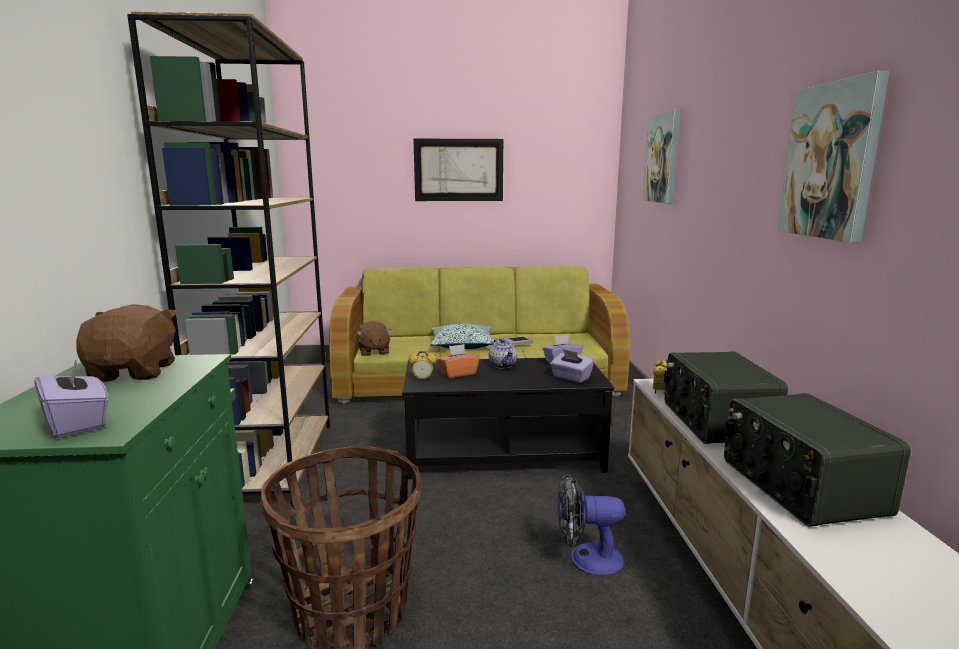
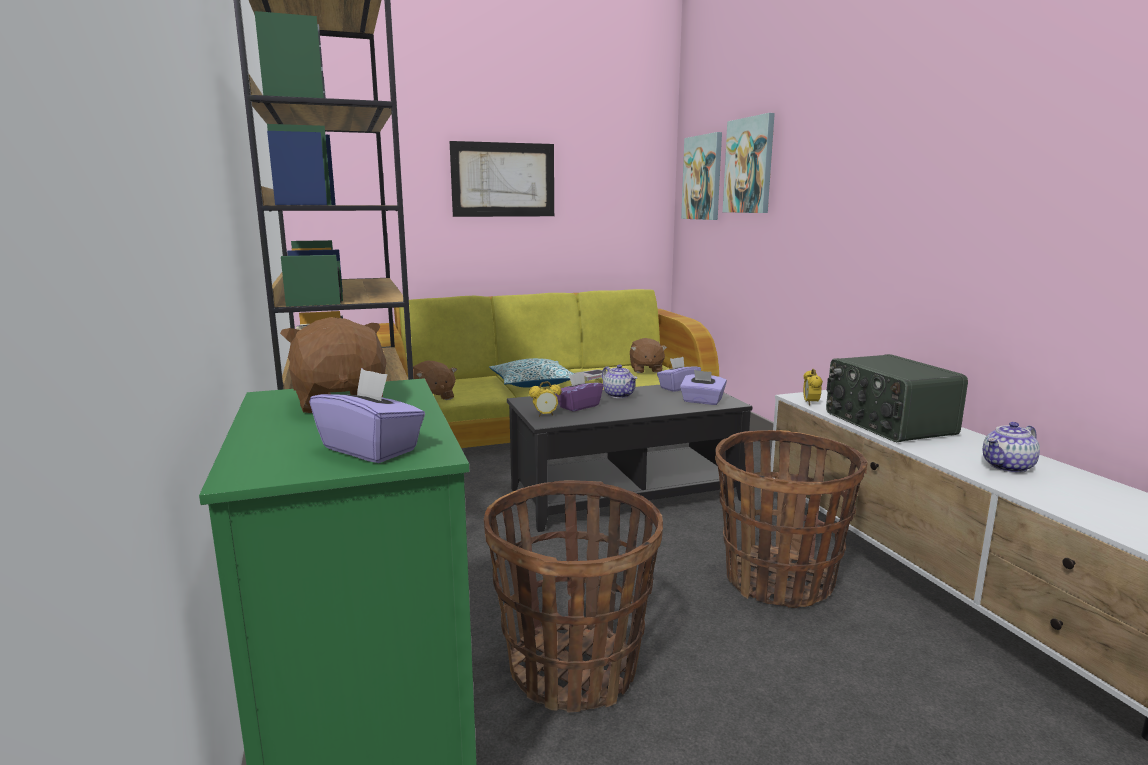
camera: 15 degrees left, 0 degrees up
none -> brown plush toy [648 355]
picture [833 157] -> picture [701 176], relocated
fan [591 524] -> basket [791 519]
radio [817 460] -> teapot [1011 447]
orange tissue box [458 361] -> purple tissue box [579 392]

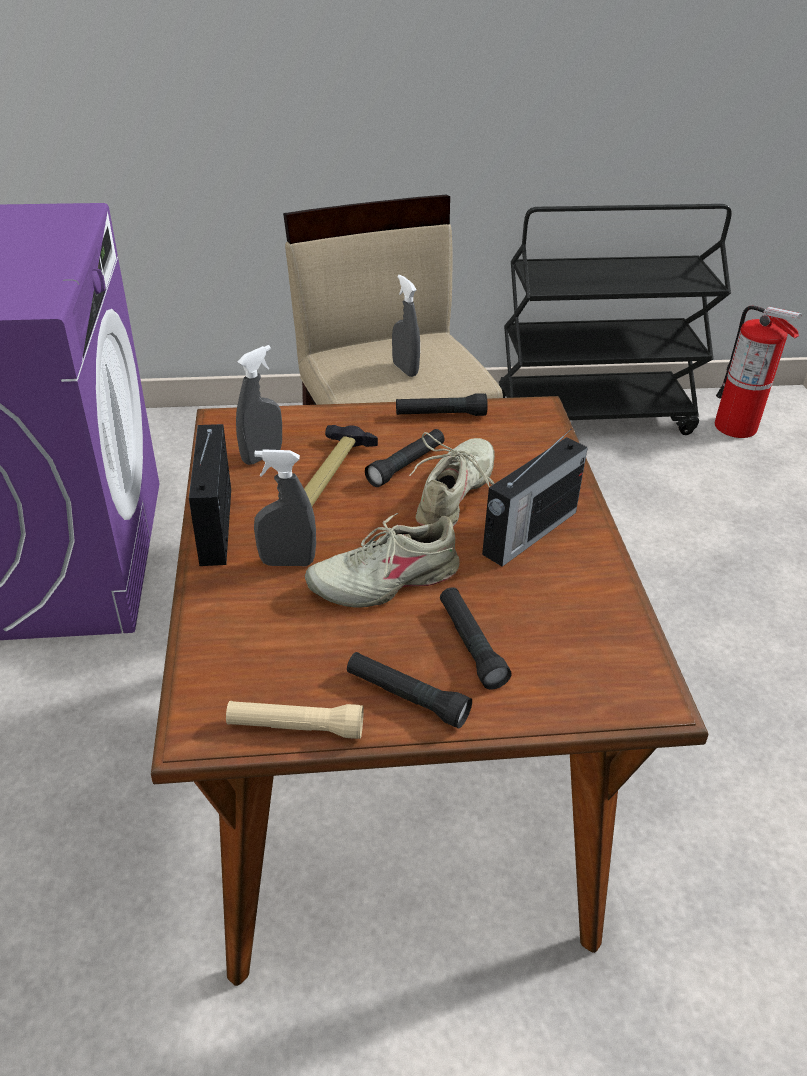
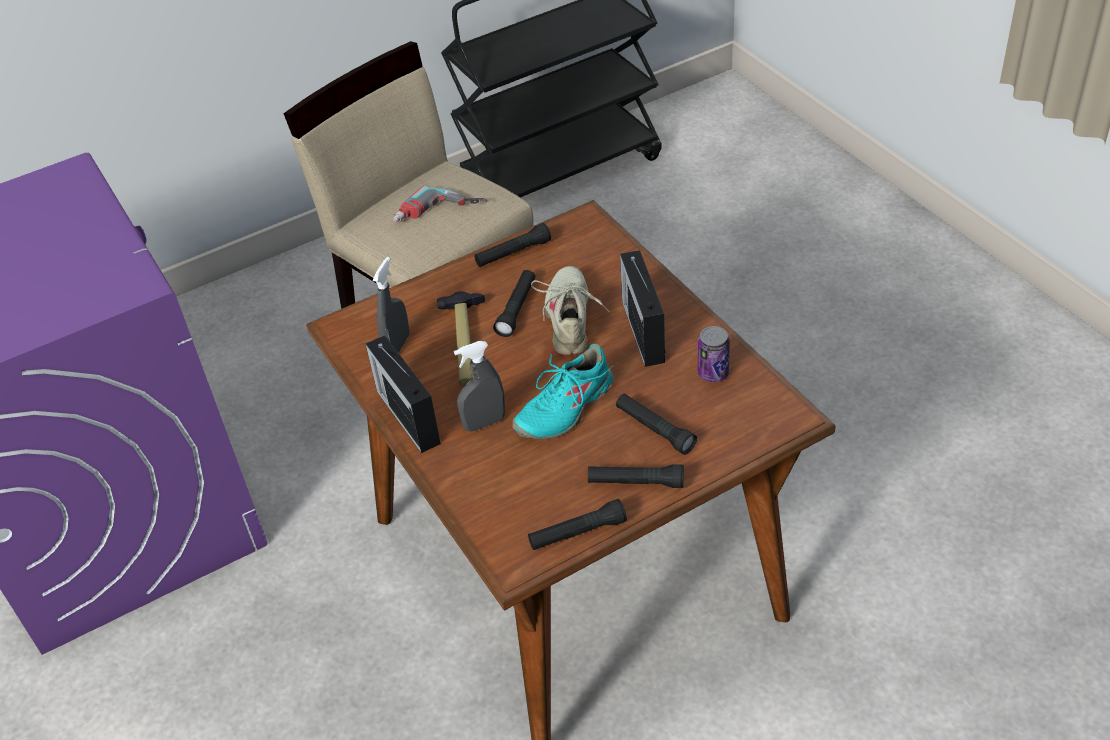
camera: 20 degrees left, 5 degrees up
fire extinguisher [758 372] -> none
none -> can [714 354]
grey spray bottle [406 326] -> power drill [440 203]
beige flashlight [295 720] -> black flashlight [577 524]
beige shoe [382 560] -> turquoise shoe [563 392]
radio [535 498] -> radio [642 308], 150 degrees clockwise

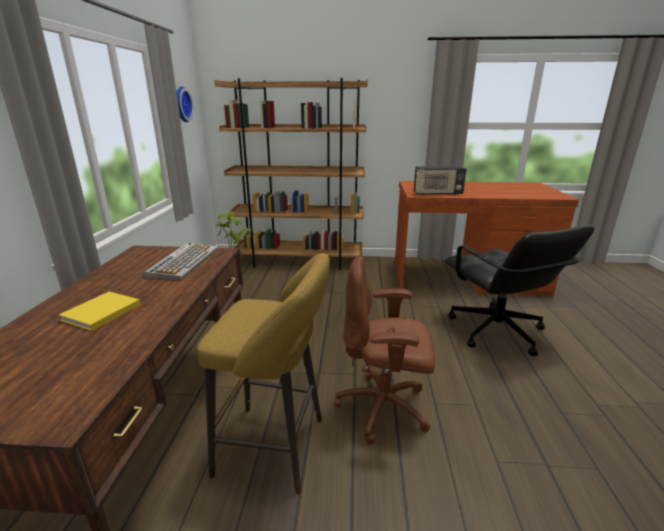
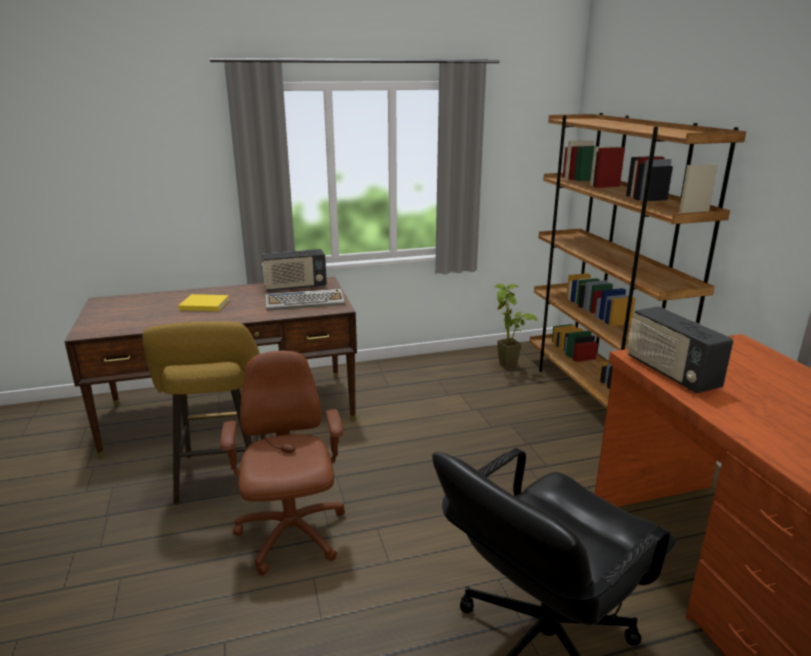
camera: 70 degrees right, 0 degrees up
wall clock [185 104] -> none
none -> radio [294 270]

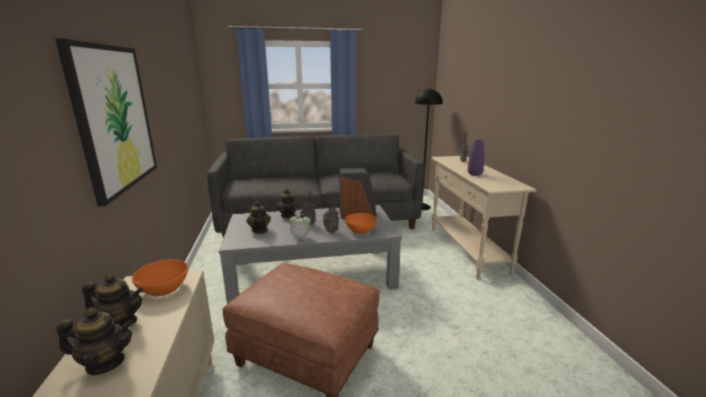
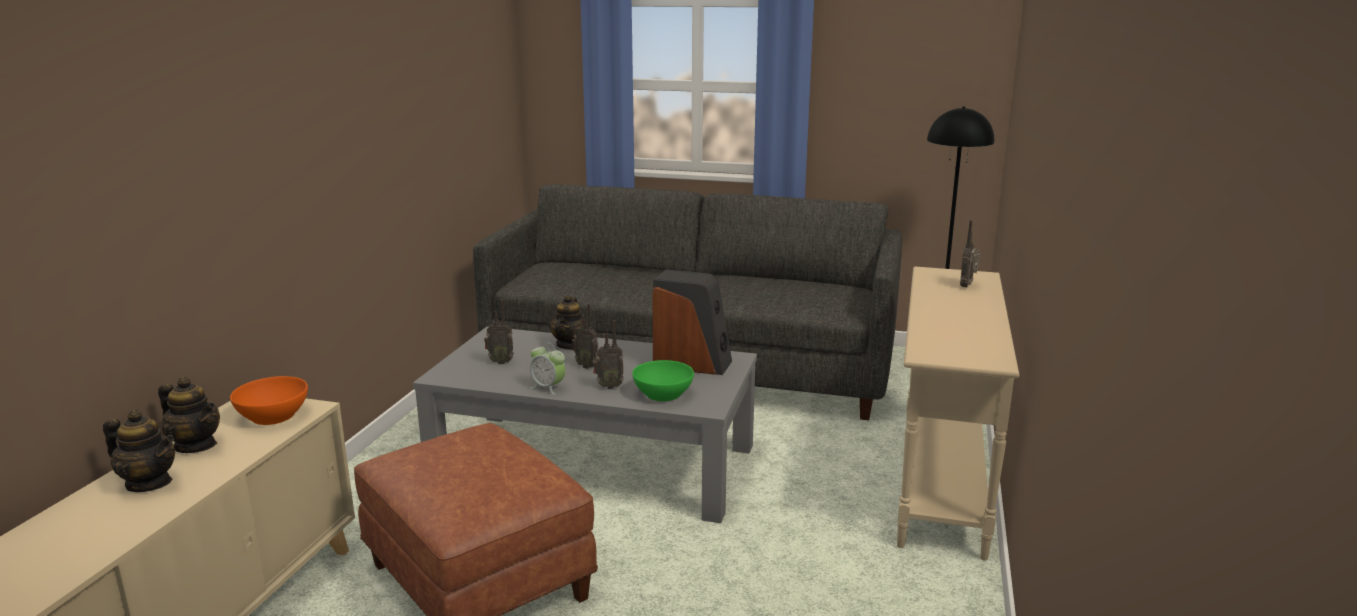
camera: 25 degrees right, 0 degrees up
picture [106 122] -> none
purple vase [476 158] -> none
teapot [258 217] -> radio [499 331]
orange bowl [361 223] -> green bowl [663 380]

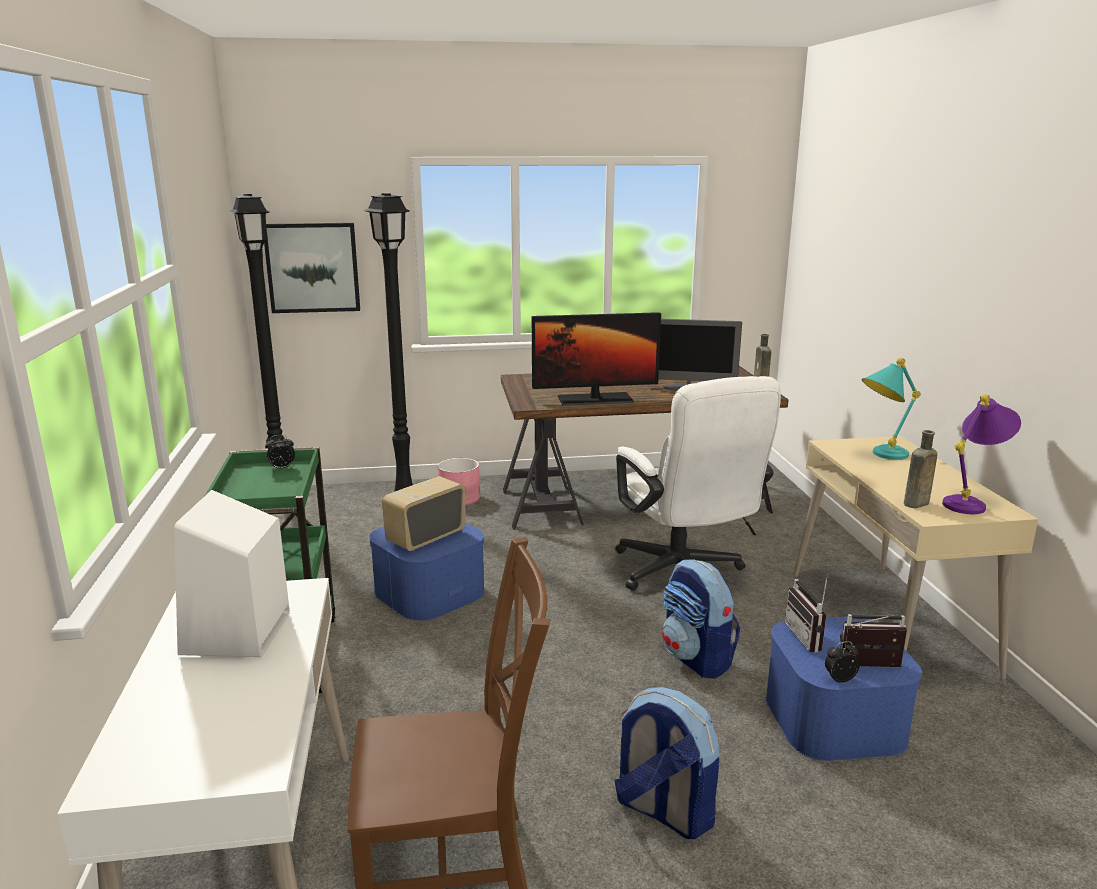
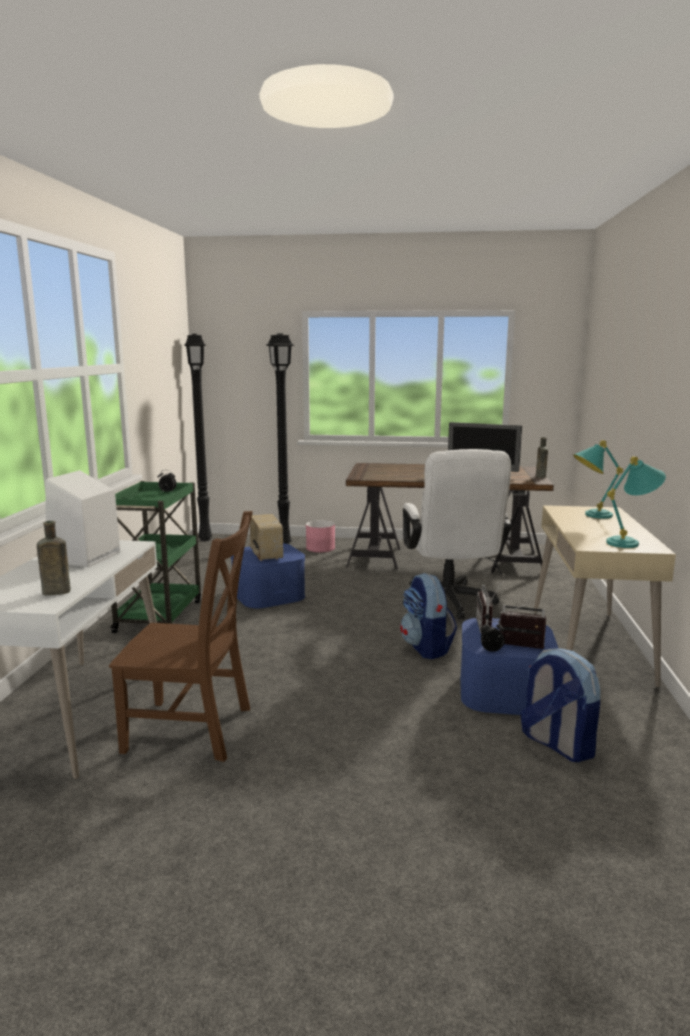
camera: 15 degrees right, 5 degrees down
picture [312 268] -> none
monitor [596 359] -> none
backpack [666 763] -> backpack [560 705], relocated
brown bottle [920 469] -> brown bottle [54 558], relocated
purple table lamp [981 454] -> turquoise table lamp [636 502]
radio [424 513] -> radio [266 537], 75 degrees counterclockwise

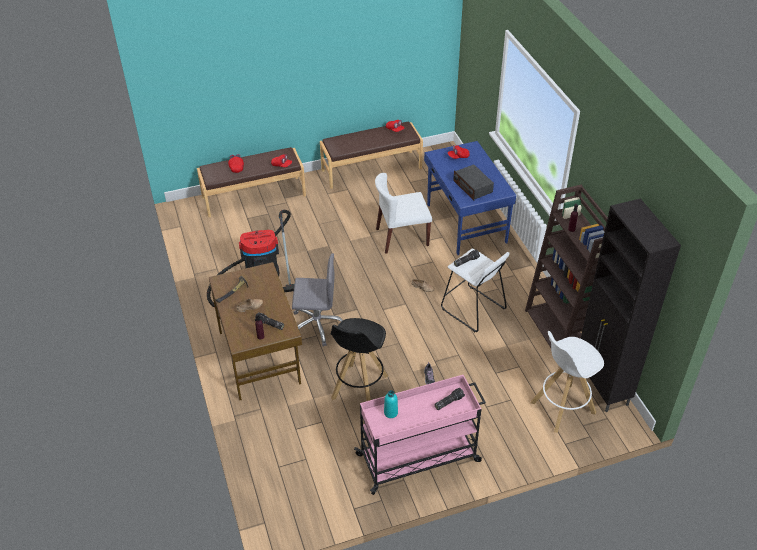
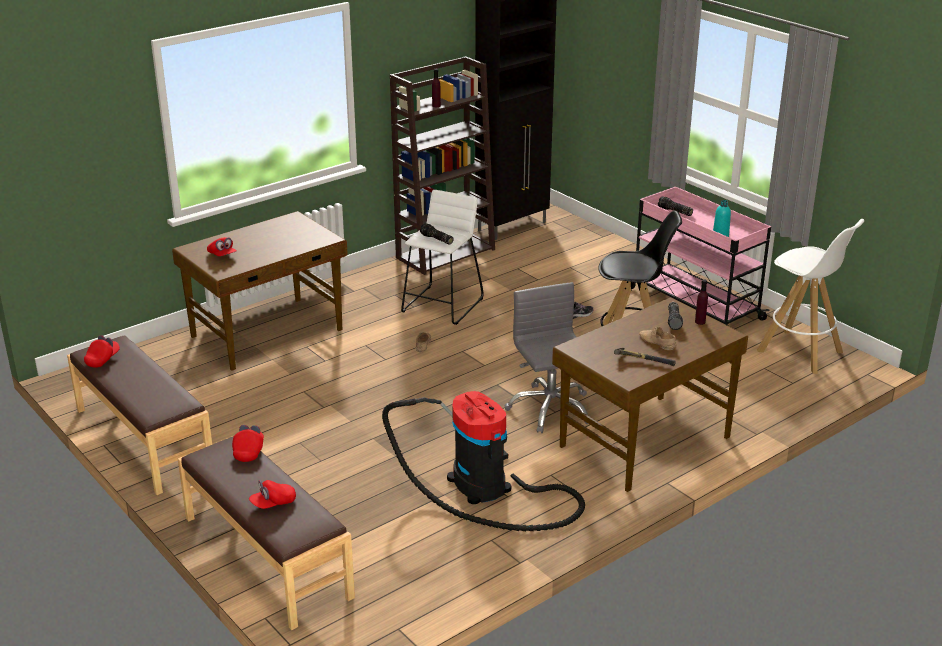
camera: 110 degrees left, 15 degrees down
white chair [403 213] -> none
radio [473 182] -> none
white stool [567 382] -> white stool [810 296], relocated
blue desk [470 198] -> brown desk [260 291]

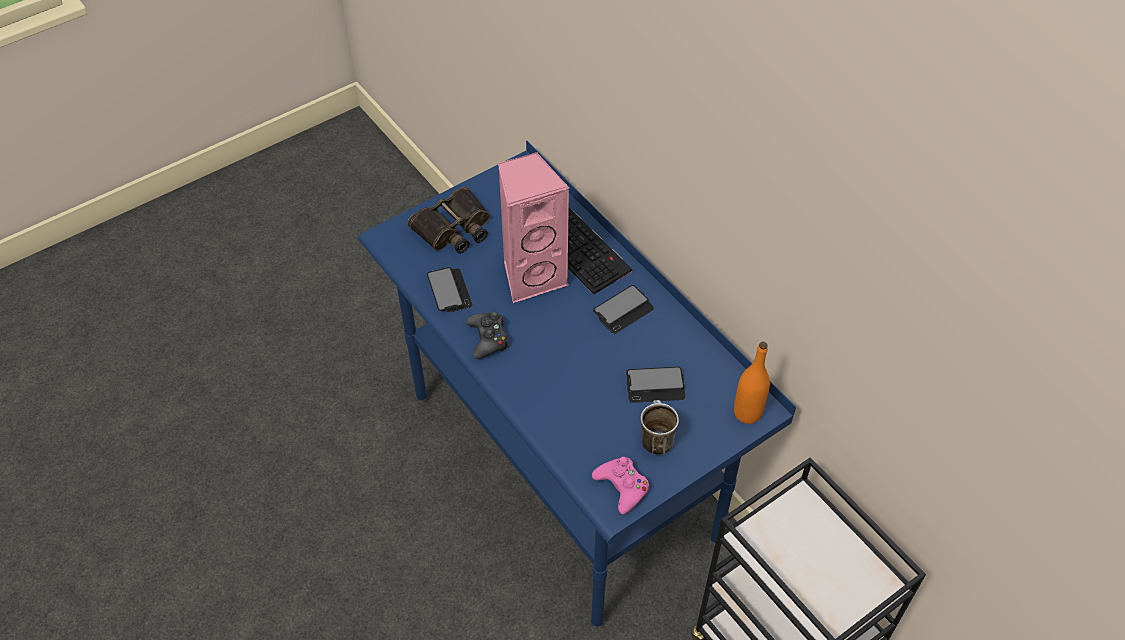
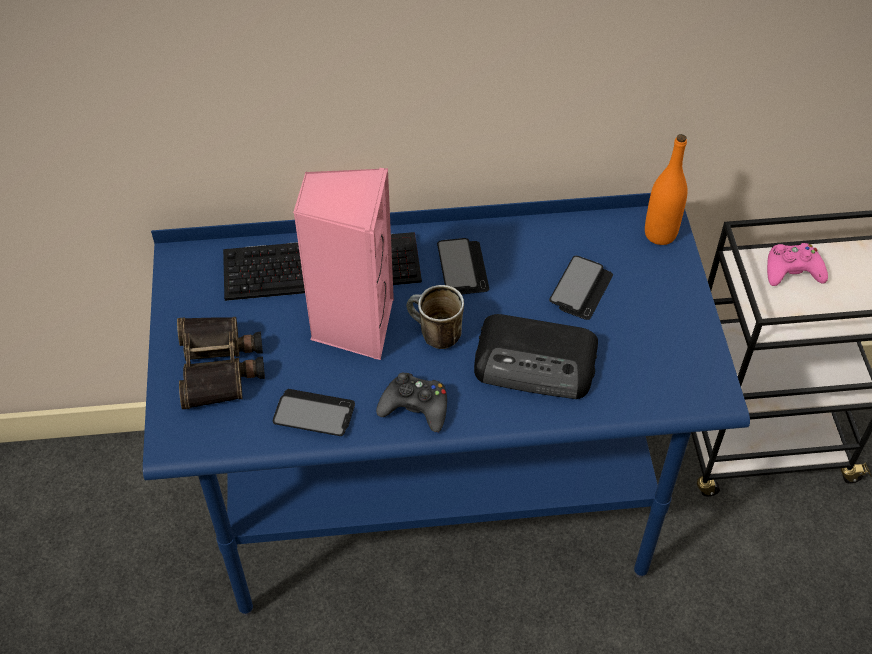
camera: 60 degrees left, 0 degrees up
none -> radio [536 356]
pink game controller [620 485] -> pink game controller [797 264], relocated
mug [659 427] -> mug [435 317], relocated

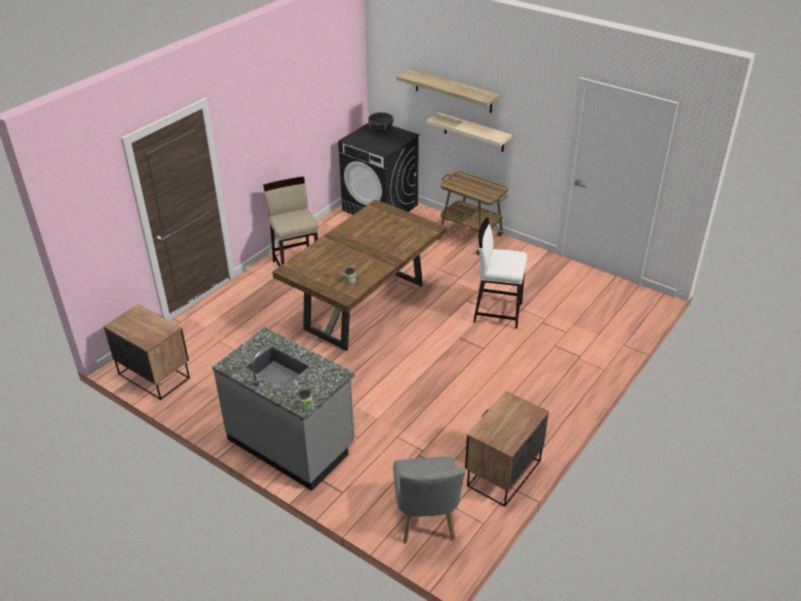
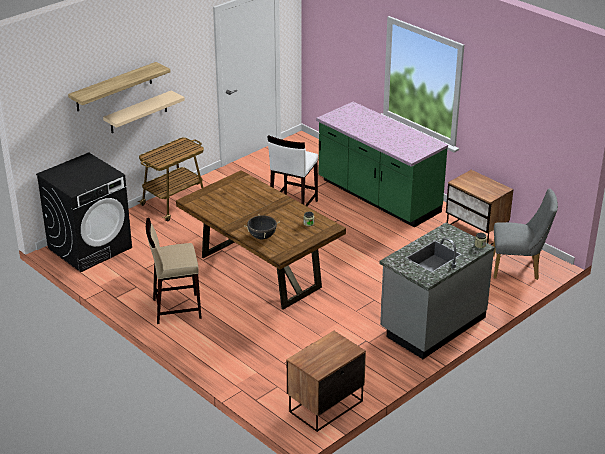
camera: 80 degrees left, 5 degrees down
none -> green counter [382 164]
black cooking pot [380 122] -> black cooking pot [262 227], relocated

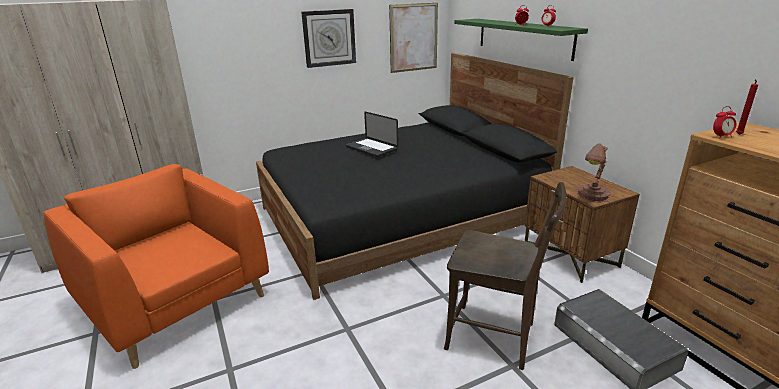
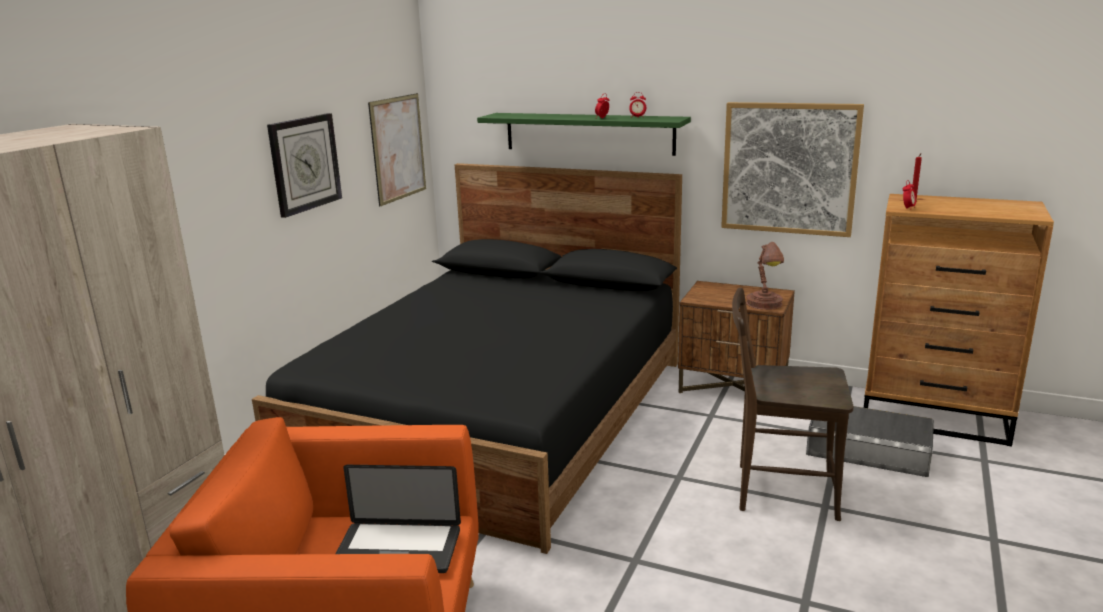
camera: 40 degrees left, 5 degrees down
none -> picture [792 169]
laptop [372 134] -> laptop [398 519], relocated
brown chair [505 276] -> brown chair [793 404], 150 degrees counterclockwise

